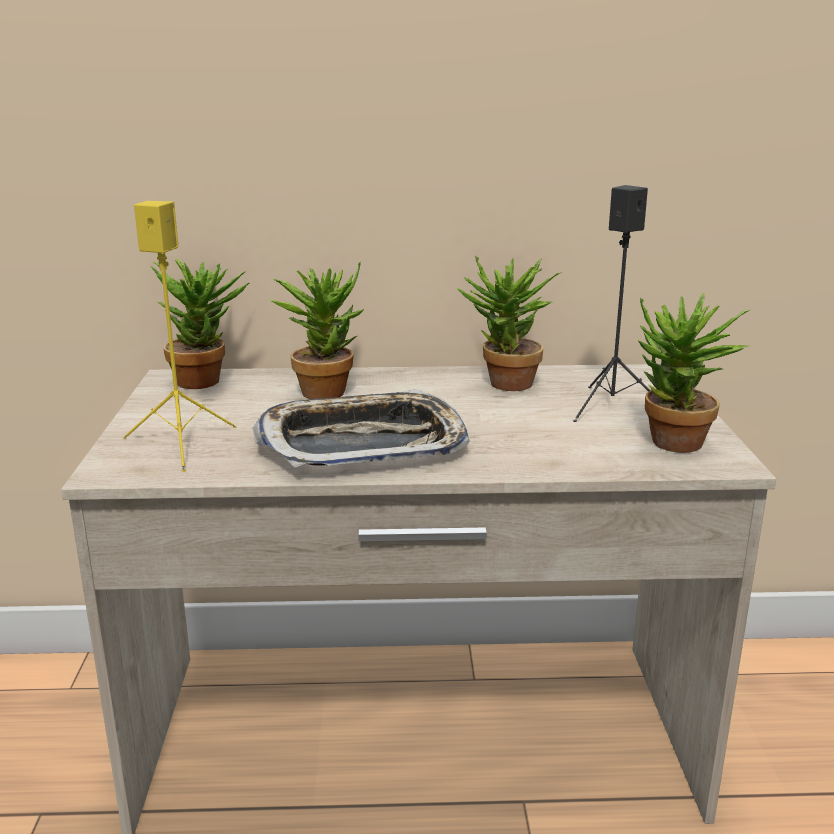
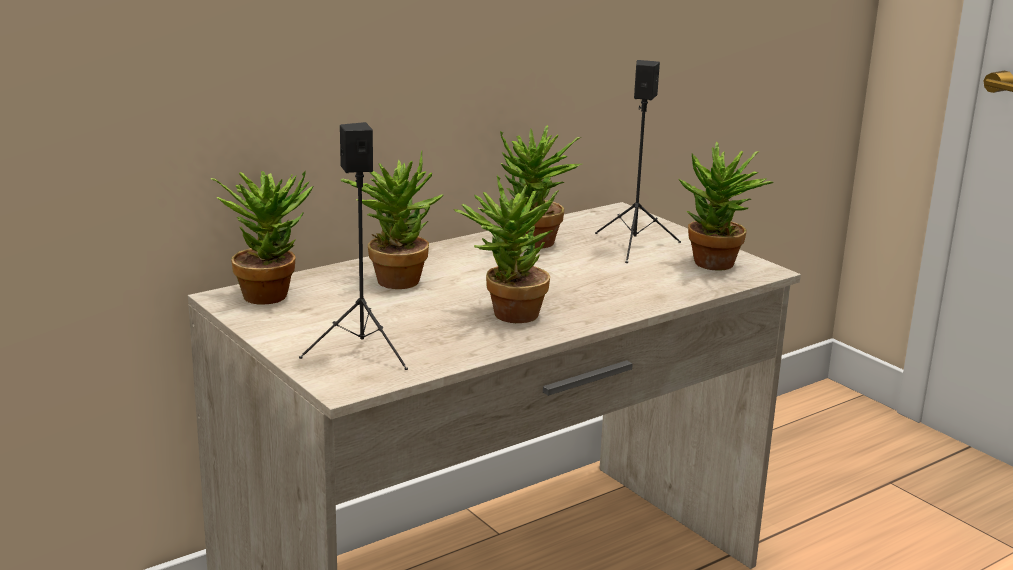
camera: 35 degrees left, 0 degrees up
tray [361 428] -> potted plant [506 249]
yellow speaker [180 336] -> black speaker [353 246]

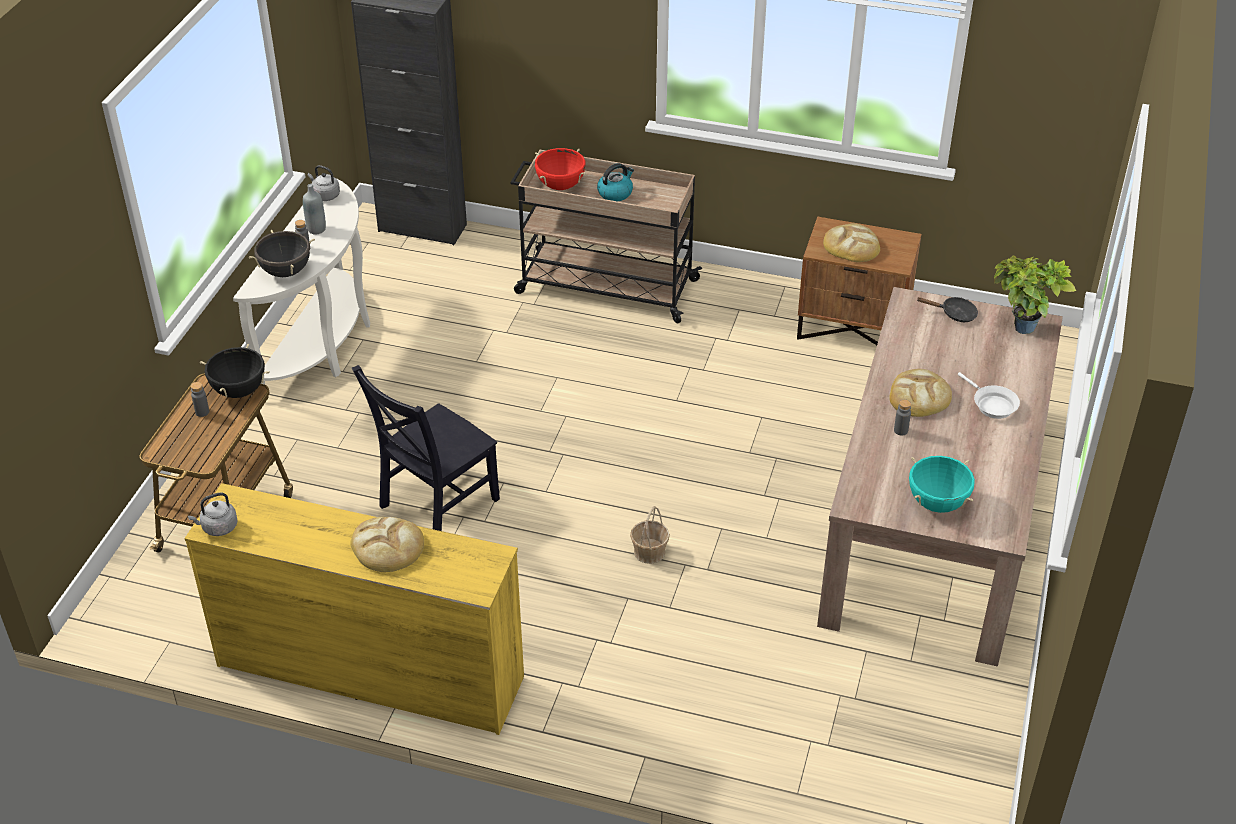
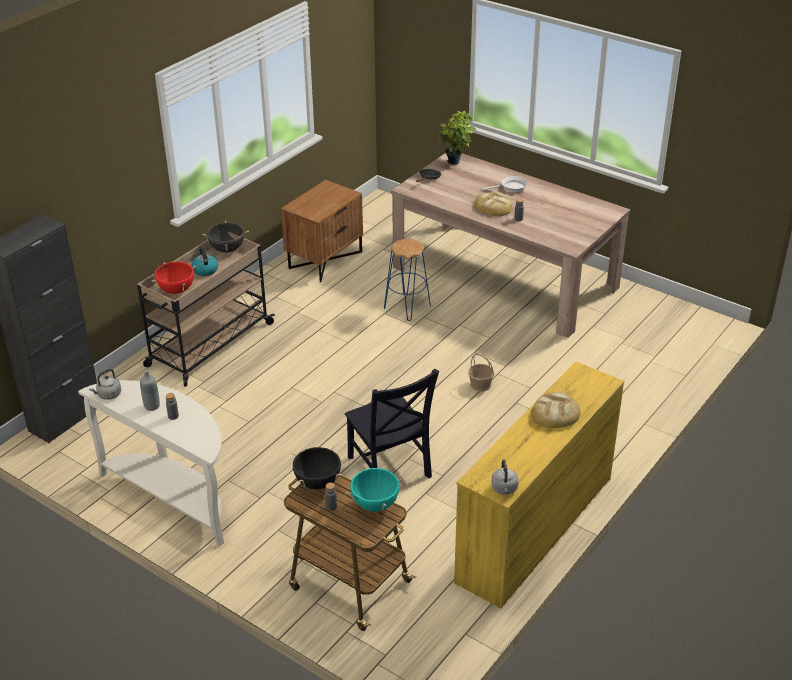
camera: 70 degrees left, 5 degrees down
bread [851 242] -> none
none -> blue stool [407 280]
black cooking pot [282 253] -> black cooking pot [225 237], relocated
turquoise cooking pot [942 484] -> turquoise cooking pot [375 489], relocated

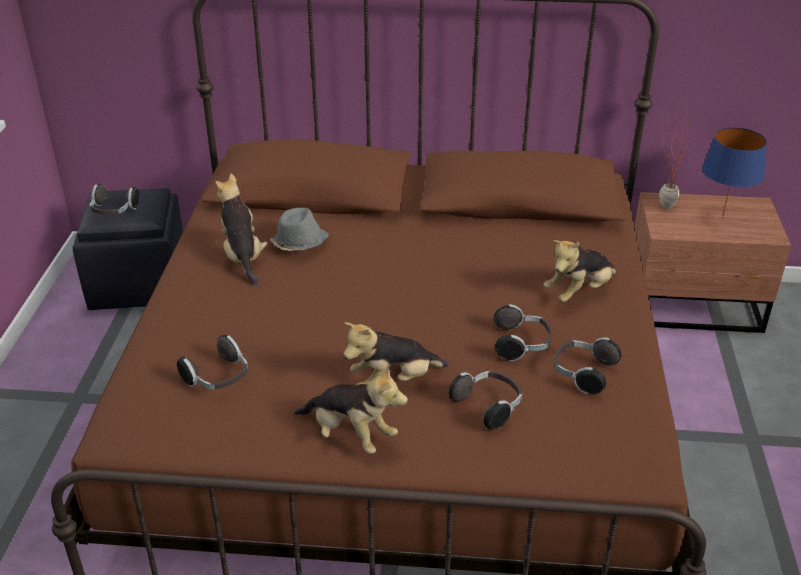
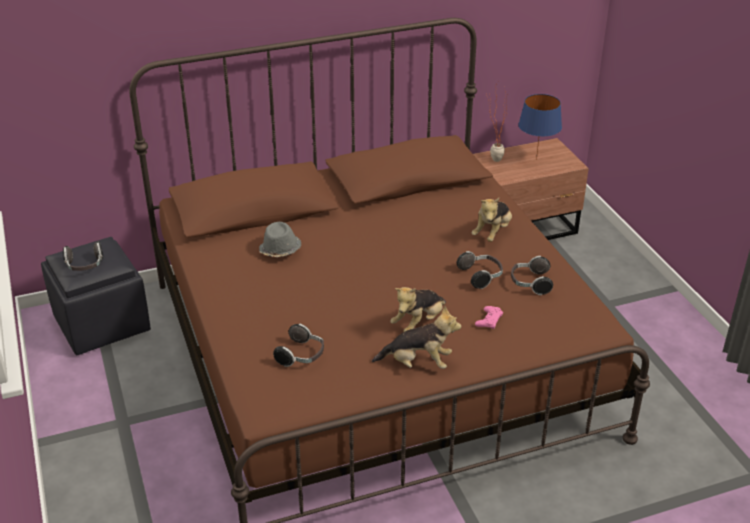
camera: 25 degrees left, 0 degrees up
plush toy [241 229] -> none
headphones [485 400] -> pink game controller [489 317]

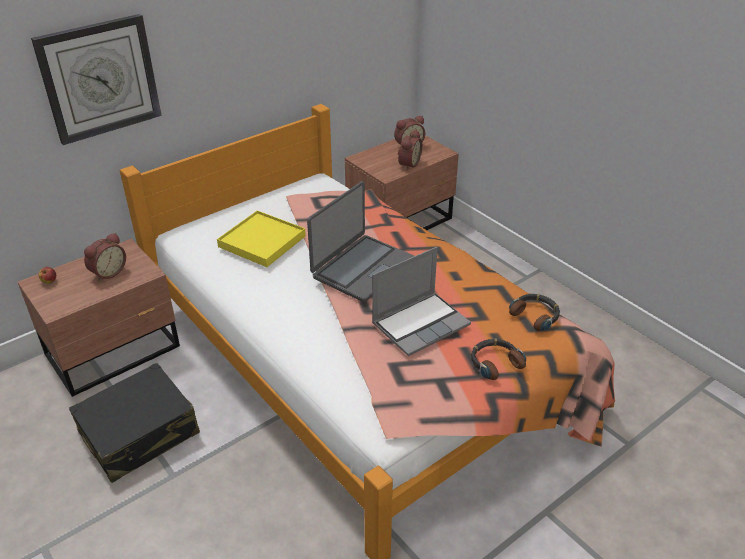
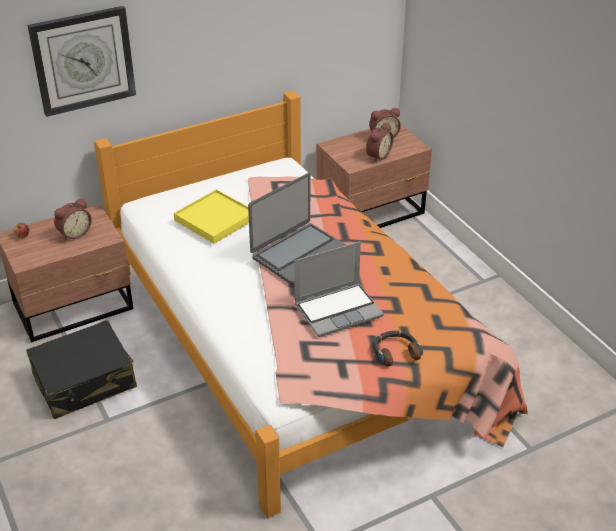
camera: 10 degrees right, 0 degrees up
headphones [534 312] -> none

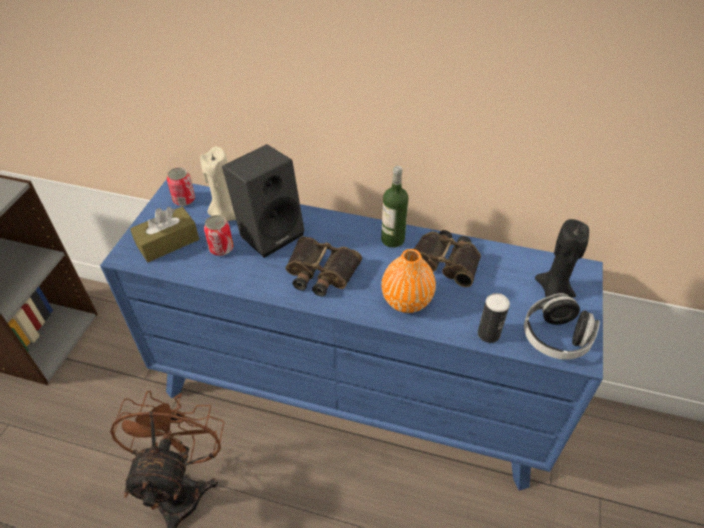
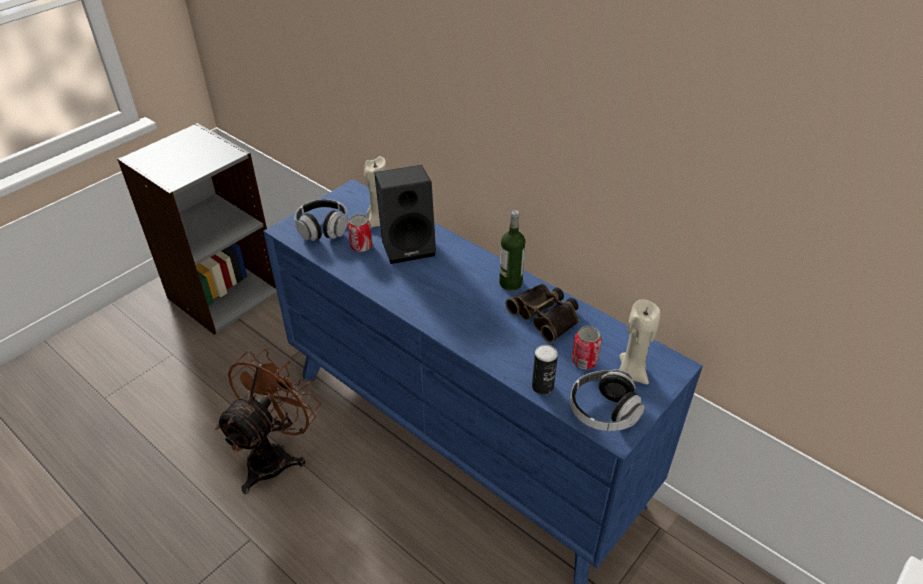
camera: 25 degrees right, 5 degrees down
binoculars [323 267] -> none
orange vase [408 281] -> none
can [181 186] -> can [587 347], relocated
brown tissue box [164 234] -> headphones [321 220]
black candle [562 258] -> beige candle [640 341]

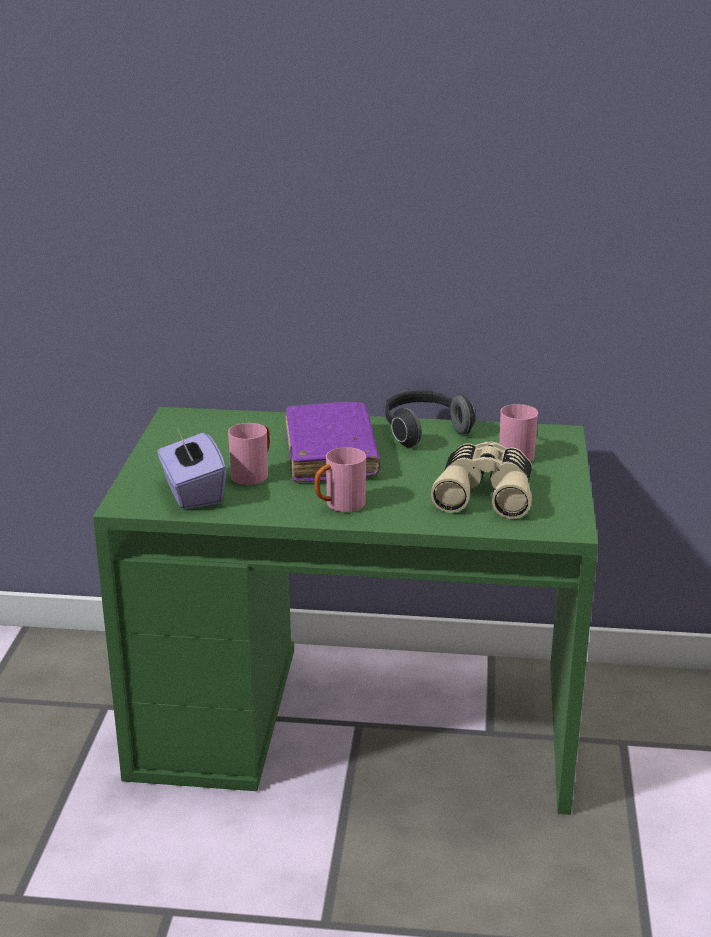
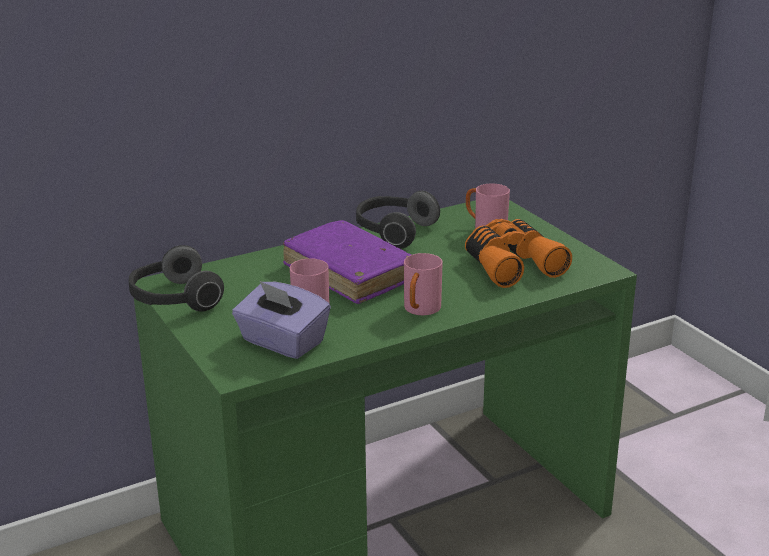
camera: 35 degrees left, 0 degrees up
none -> headphones [176 278]
beige binoculars [481 480] -> orange binoculars [518 253]

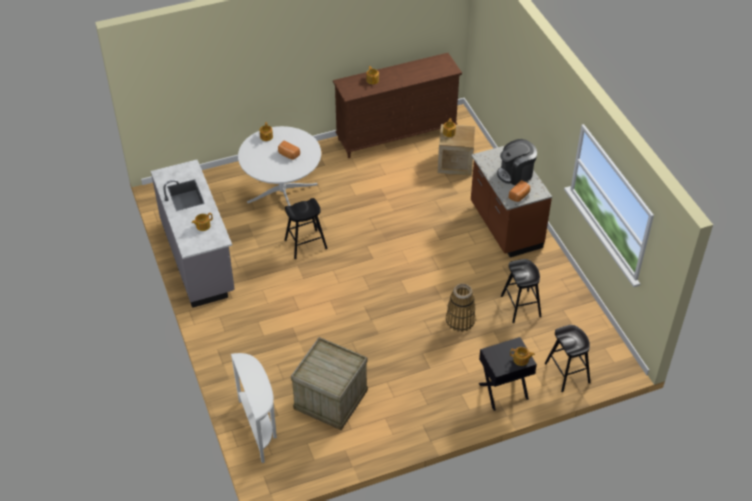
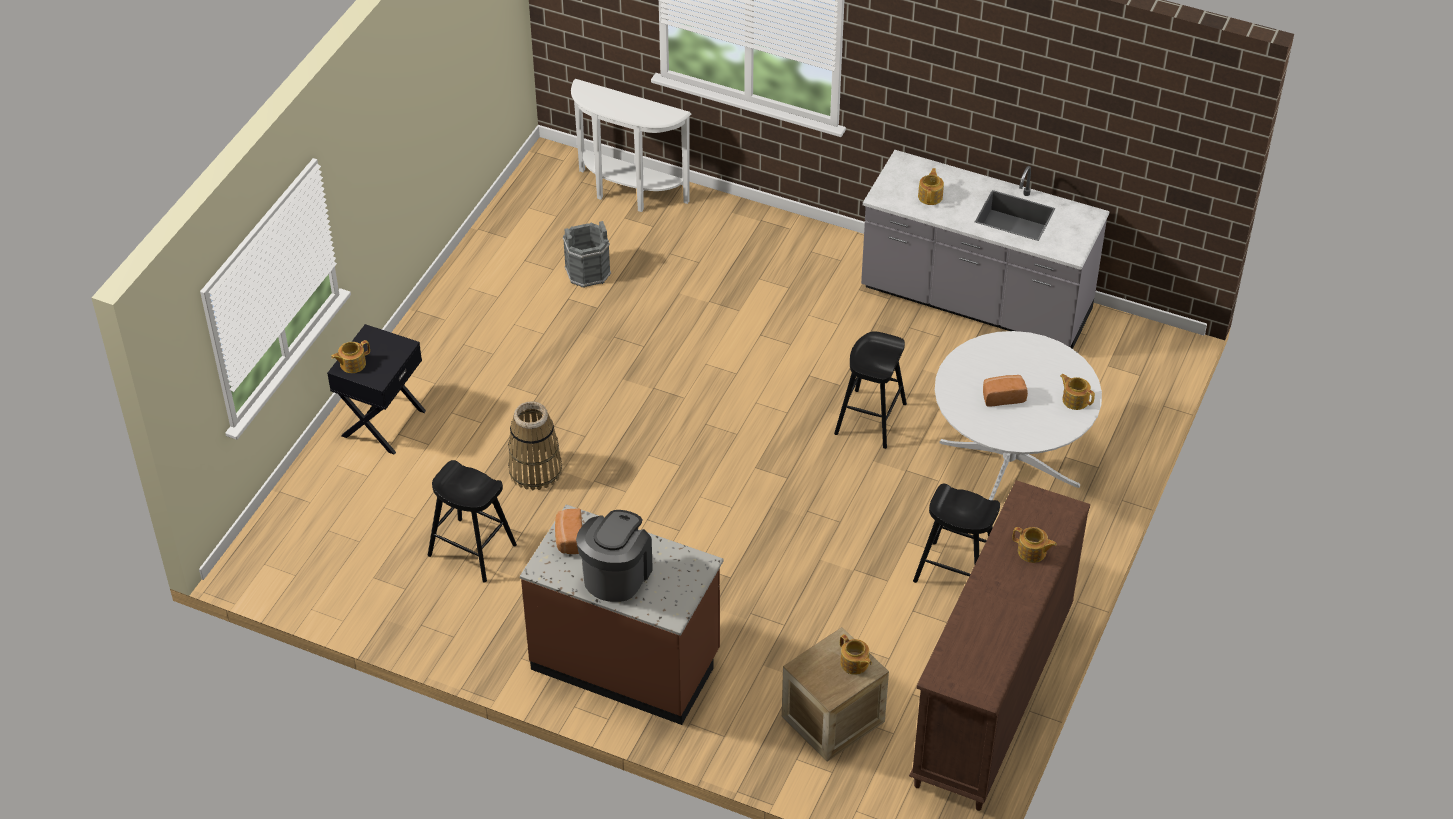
camera: 135 degrees right, 0 degrees up
black stool [567 358] -> black stool [956 533], relocated
crate [329 383] -> grey bucket [587 254]

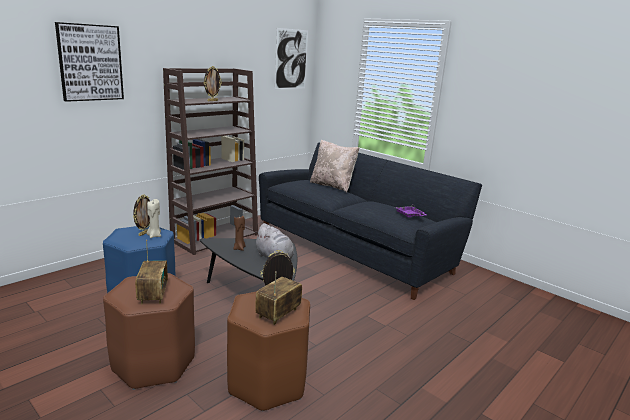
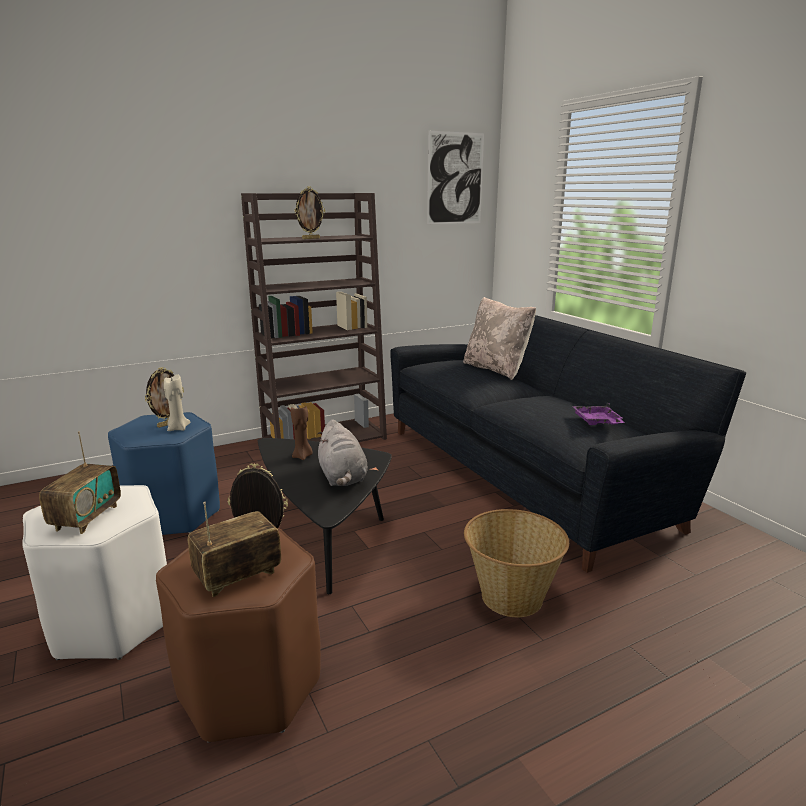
camera: 20 degrees right, 0 degrees up
picture [89 62] -> none
none -> basket [516 563]
brown stool [149 331] -> white stool [94 572]

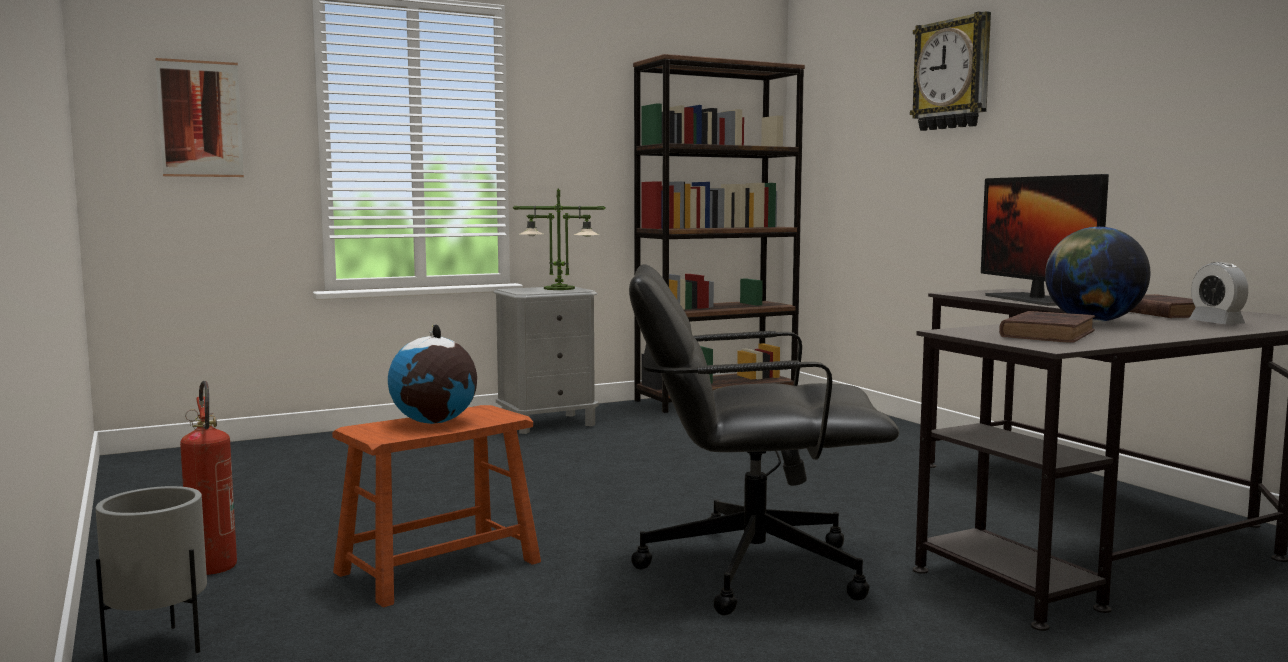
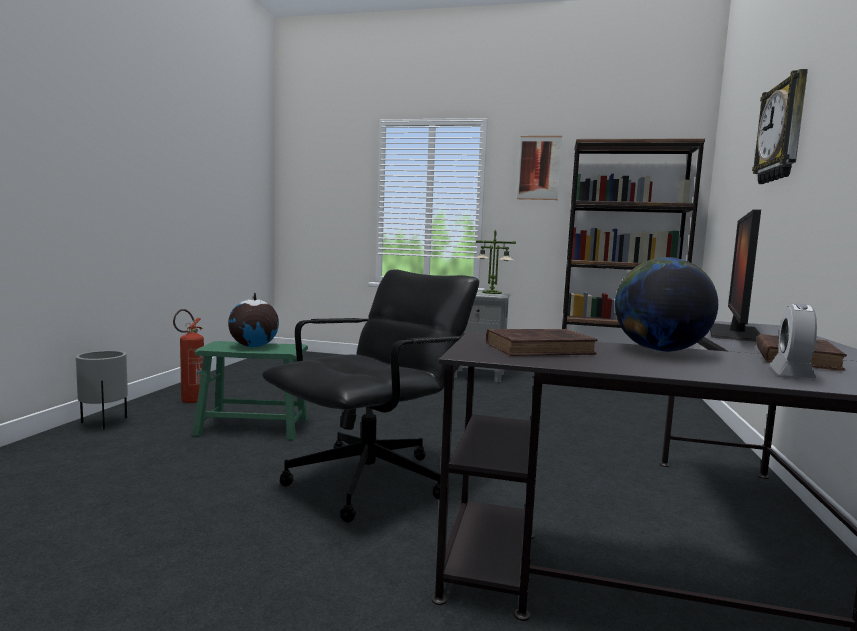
camera: 40 degrees right, 0 degrees up
picture [199 117] -> picture [539 168], relocated
brown stool [436 506] -> green stool [250 390]
black office chair [764 439] -> black office chair [370 396], 90 degrees clockwise

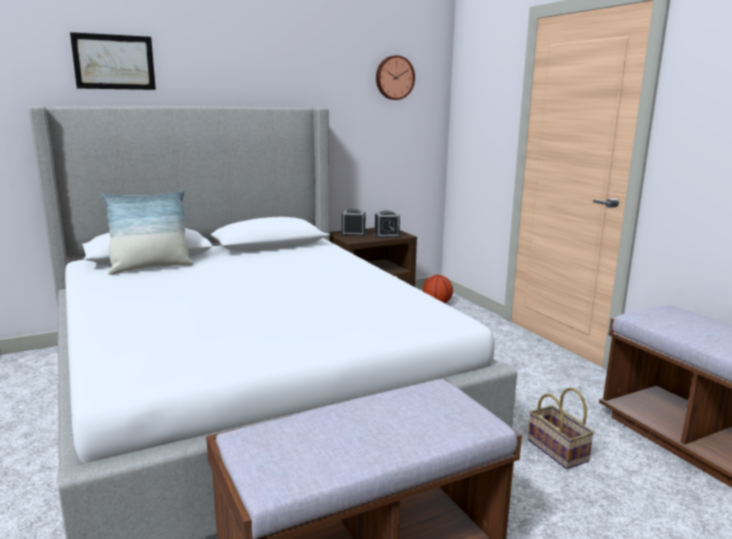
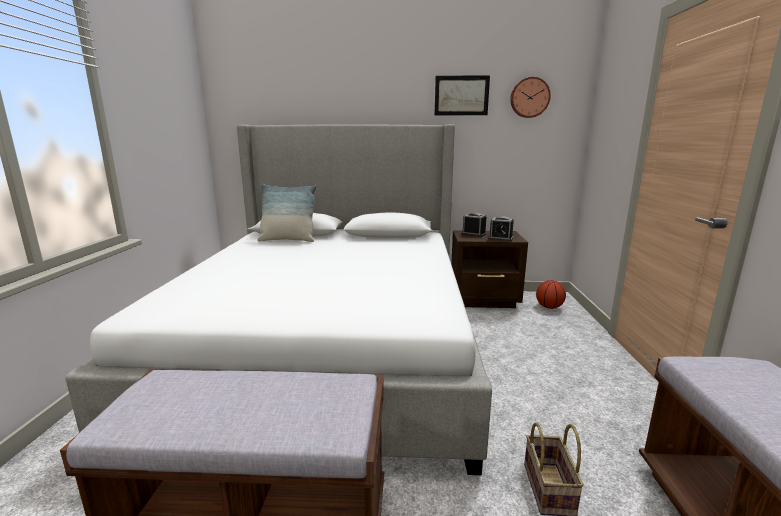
camera: 30 degrees right, 0 degrees up
picture [113 61] -> picture [462 95], relocated

